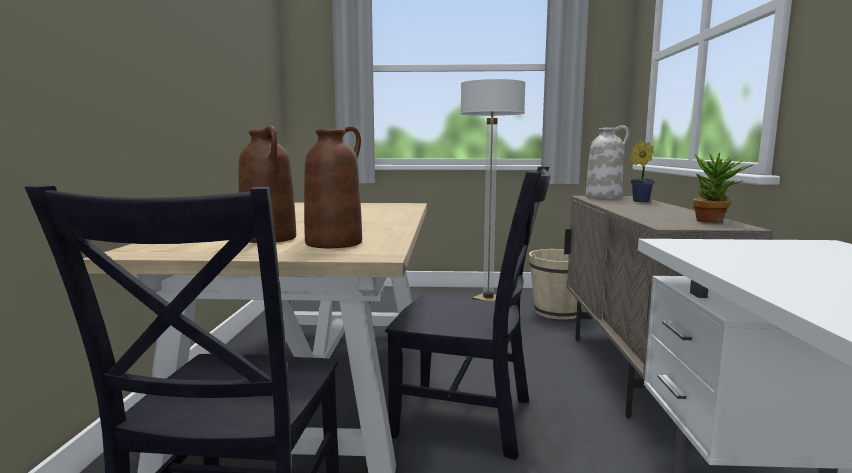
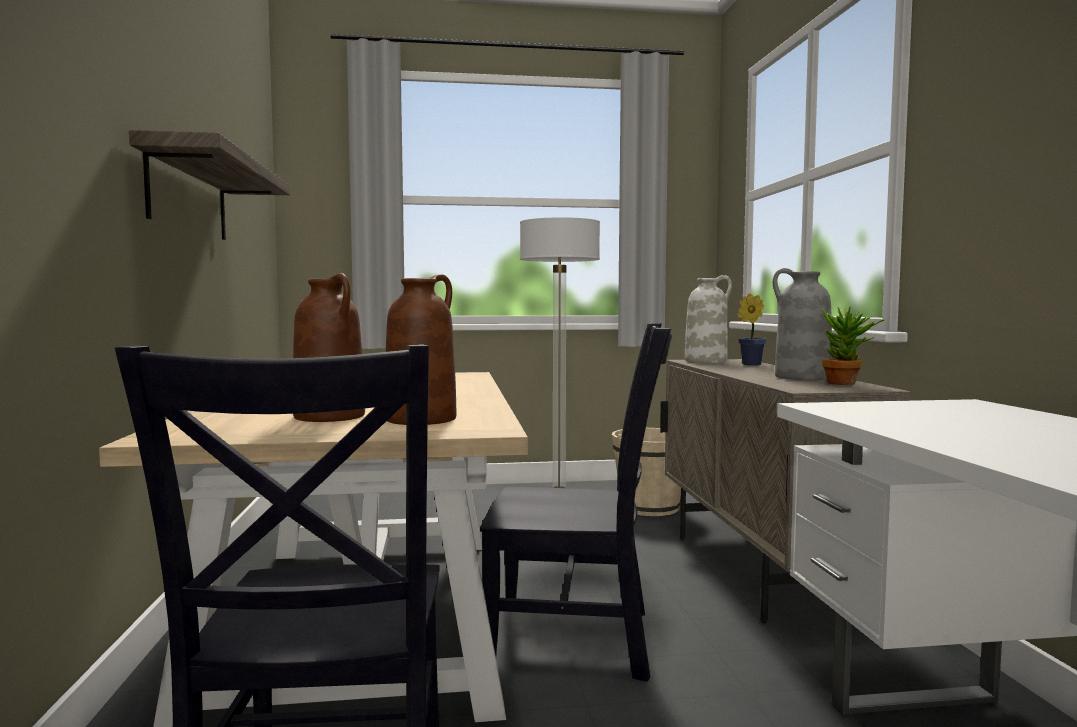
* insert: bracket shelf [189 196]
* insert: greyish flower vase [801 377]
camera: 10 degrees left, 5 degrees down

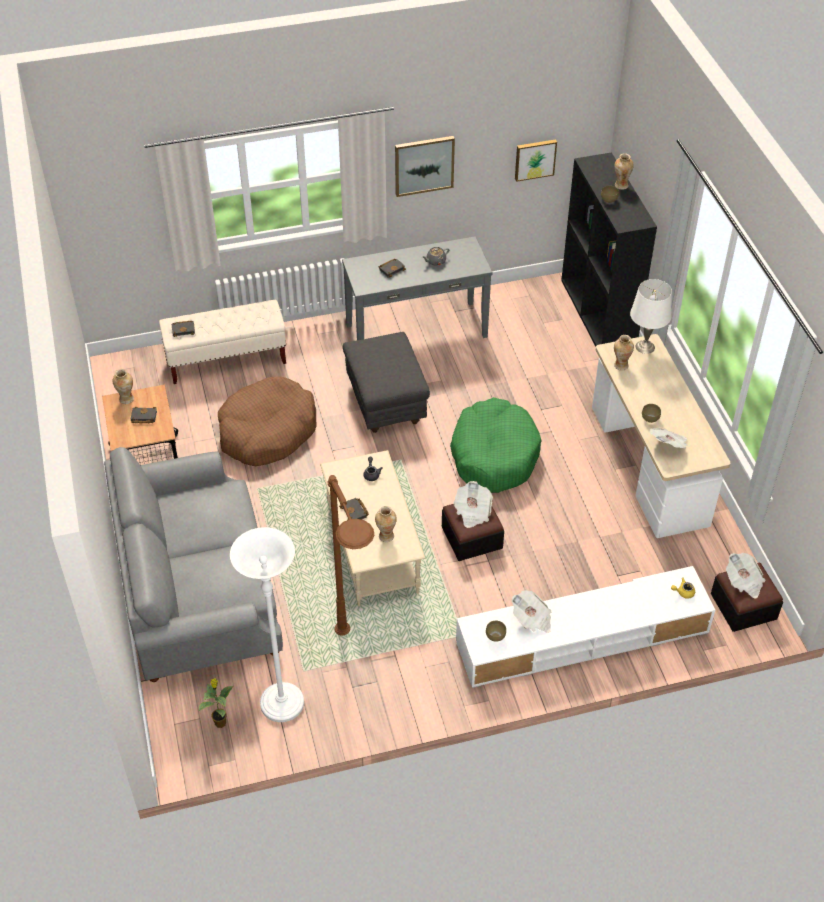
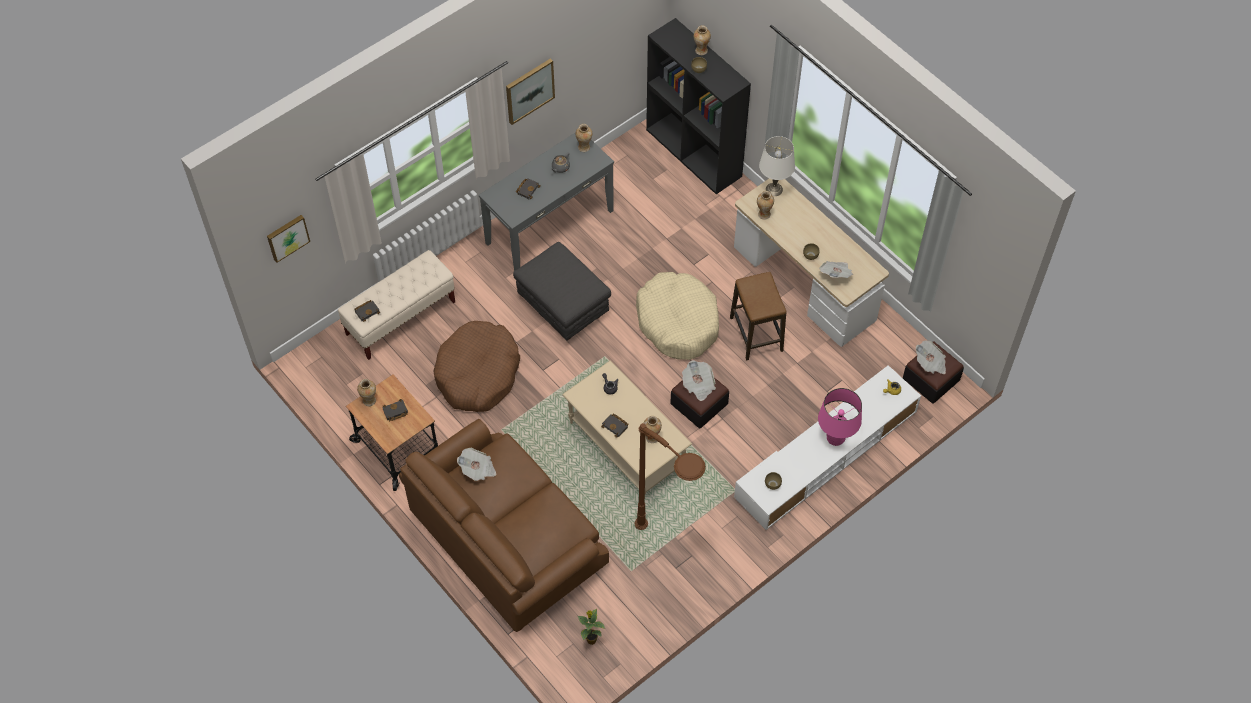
* move: picture [535 159] to [287 237]
* recolor: greyish couch [198 591] to brown couch [507 540]
* move: printed paper [532 619] to [478 470]
* insert: flower vase [584 147]
* recolor: green-coloured pet bed [494 455] to beige-coloured pet bed [678 322]
* insert: stool [756 334]
* insert: pinkish table lamp [835 438]
* delete: white-coloured standard lamp [282 704]
camera: 25 degrees left, 10 degrees up

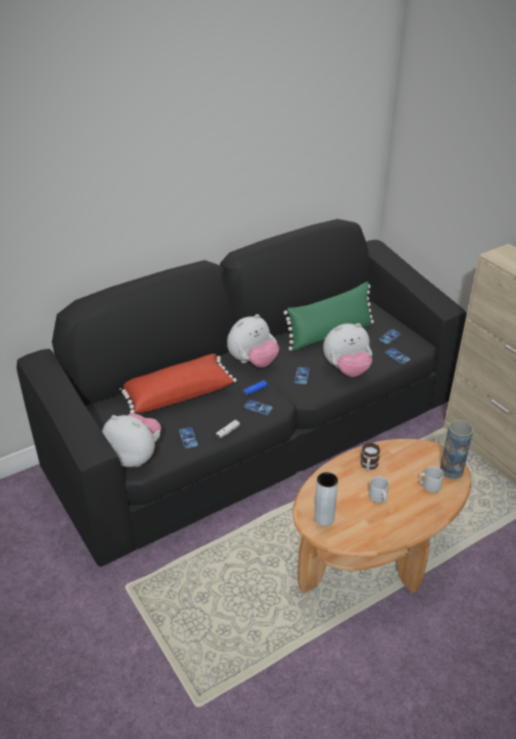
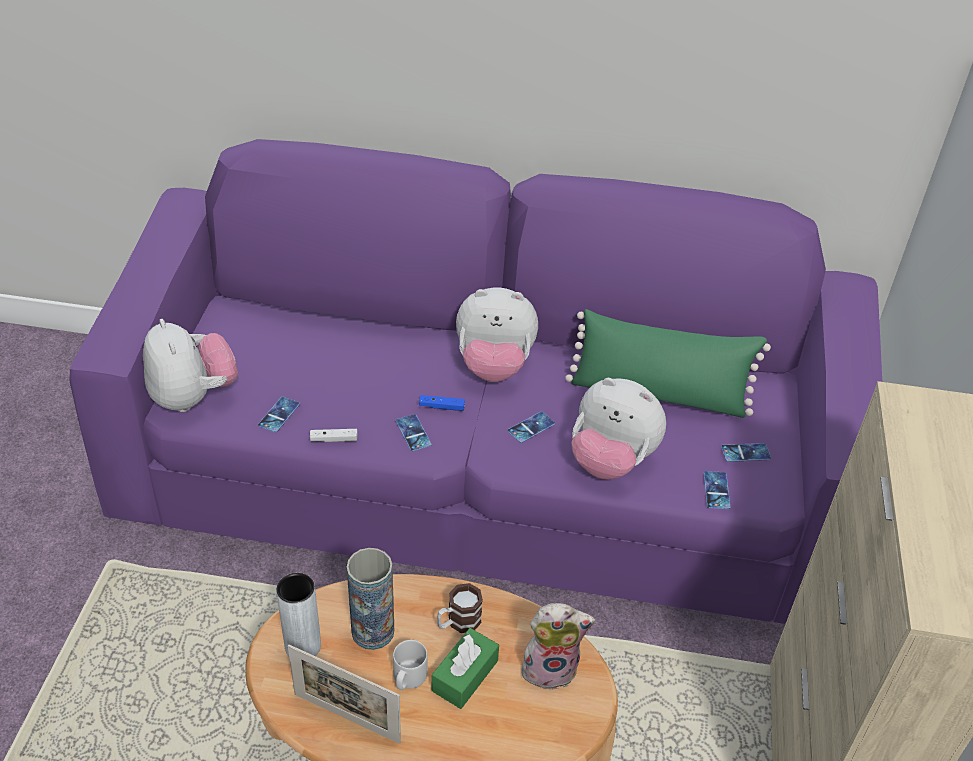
* recolor: black-coloured couch [258 434] to purple-coloured couch [483 484]
* insert: photo frame [347 718]
* move: flower vase [451 470] to [373 631]
* insert: green-coloured box of tissues [465 675]
* insert: soft toy [551 668]
* delete: red throw pillow [177 393]
* delete: greyish tea mug [429 486]
camera: 40 degrees right, 5 degrees up

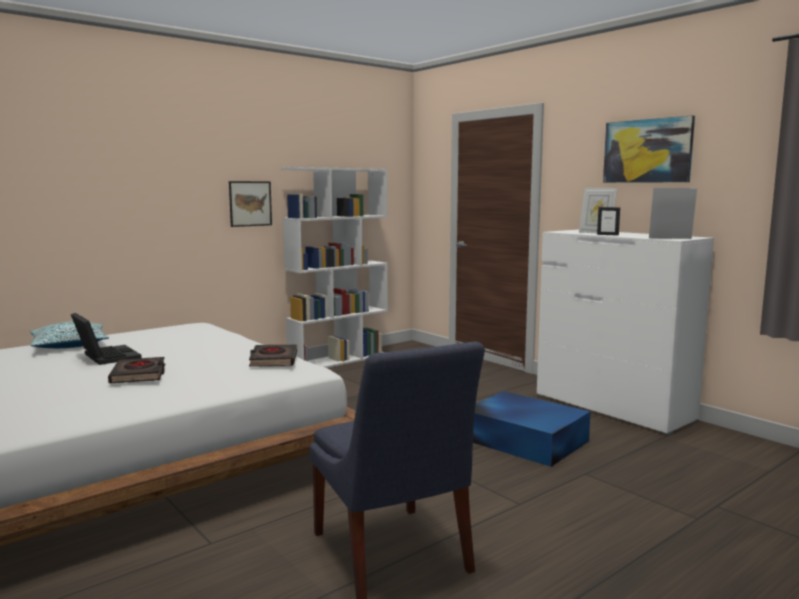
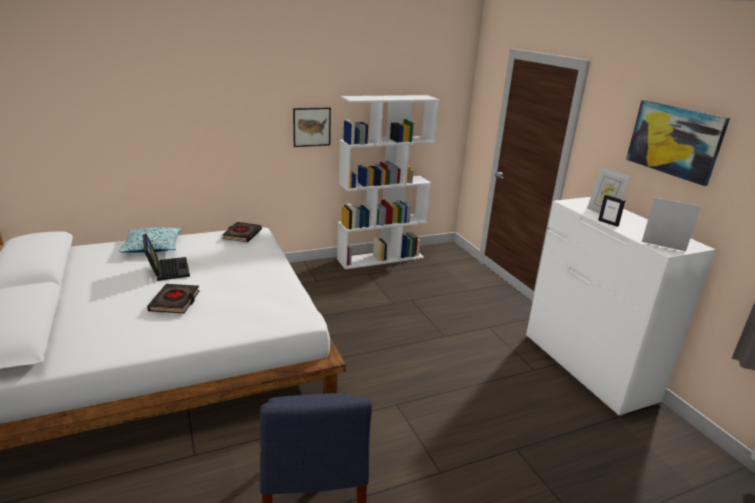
* move: black-coloured volume [273 360] to [242 235]
* delete: blue-coloured storage box [523 439]
camera: 15 degrees right, 15 degrees up

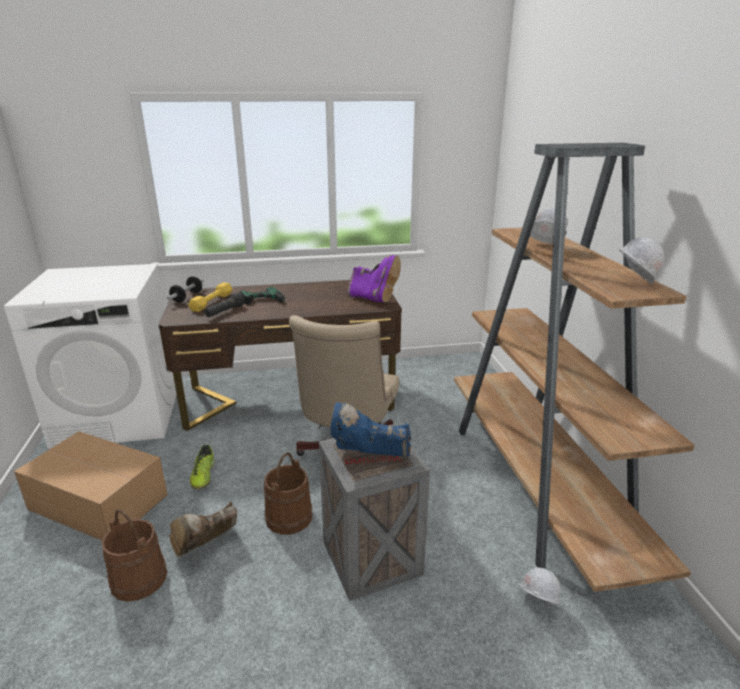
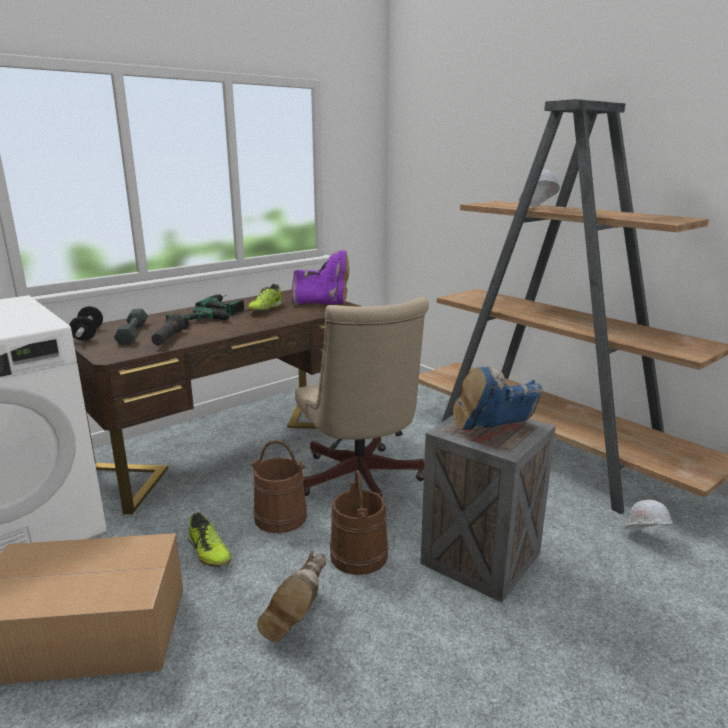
* recolor: yellow free weight [211 302] to greyish free weight [132 333]
* insert: power drill [227 306]
* insert: item of footwear [265 309]
* move: brown water bucket [138 579] to [280 517]
* delete: white-coloured work helmet [633 284]
camera: 30 degrees left, 5 degrees down

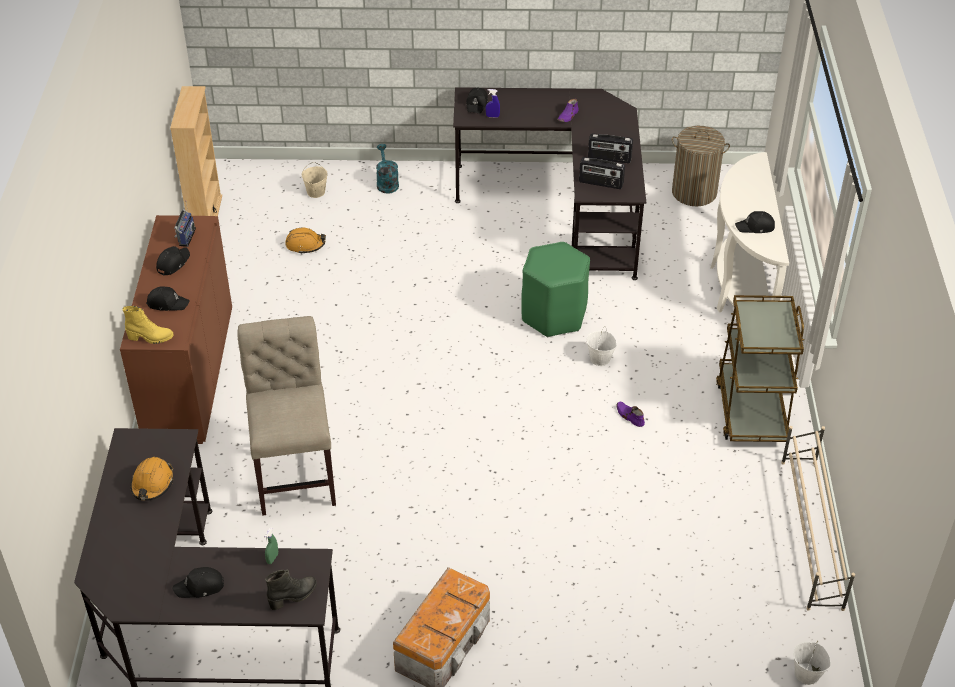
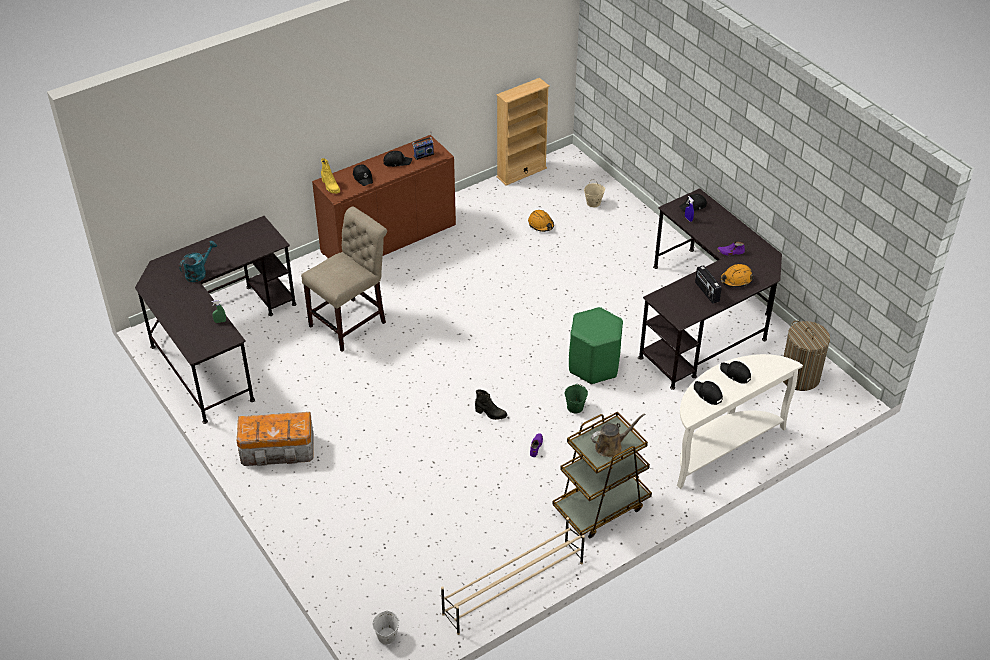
* move: turquoise-coloured sprinkling can [386 183] to [199 272]
* move: black-coloured tall boot [293 596] to [490 414]
* recolor: white-coloured water bucket [600 359] to green-coloured water bucket [575 407]
* insert: brown sprinkling can [611 446]
* move: orange-coloured work helmet [152 484] to [735 279]
* move: black-coloured cap [200 587] to [735 374]
* delete: radio [601 183]
camera: 55 degrees right, 0 degrees up

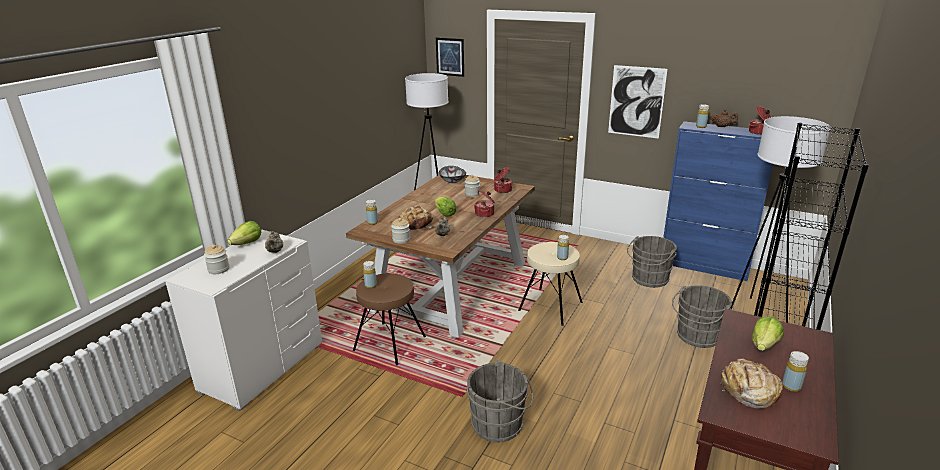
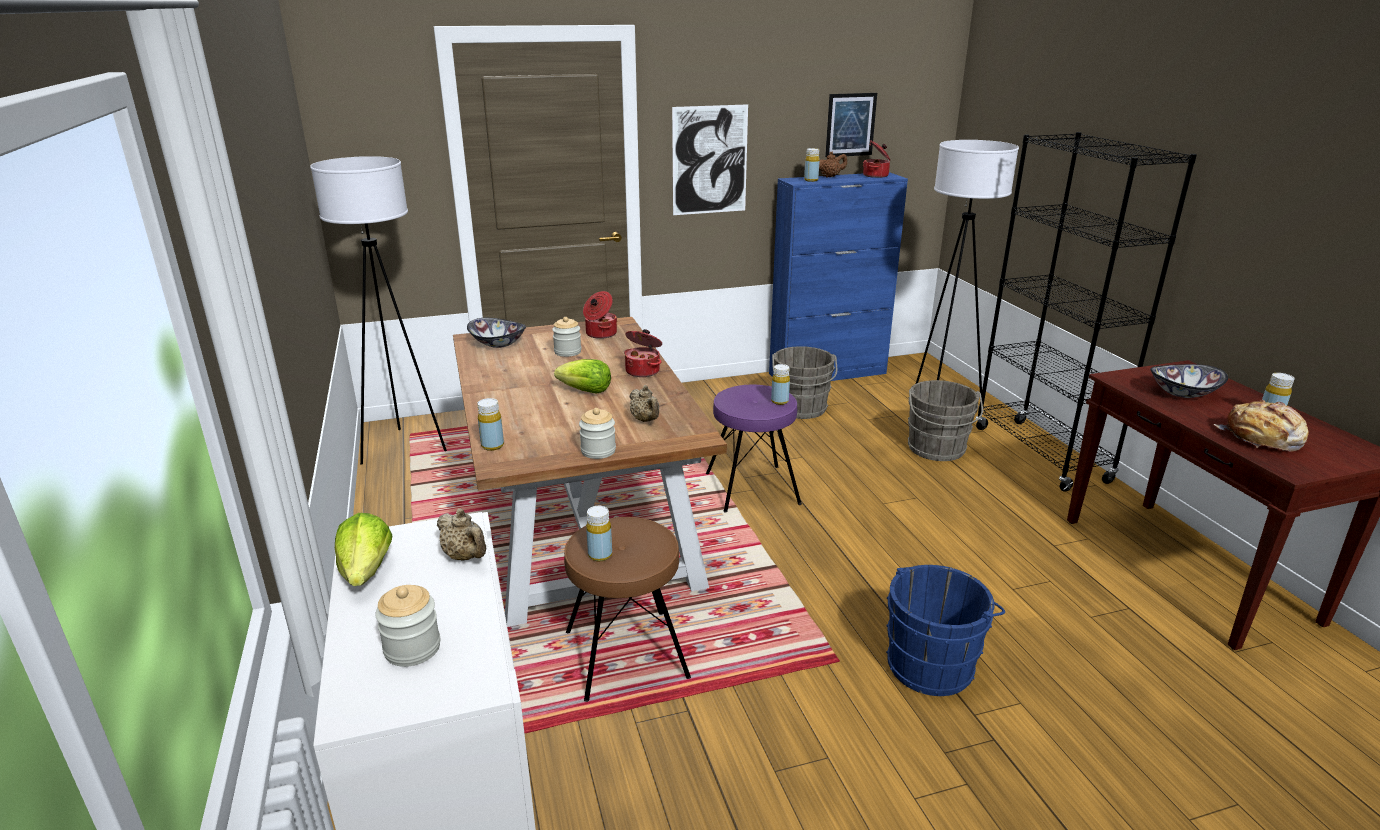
* recolor: beige-coloured stool [551 306] to purple-coloured stool [752 488]
* move: picture [450 57] to [850 125]
* recolor: greyish water bucket [500 424] to blue-coloured water bucket [933 664]
* replace: lettuce [764 345] to deep dish [1182 393]
* delete: bakery bread [416 224]
camera: 45 degrees left, 0 degrees up

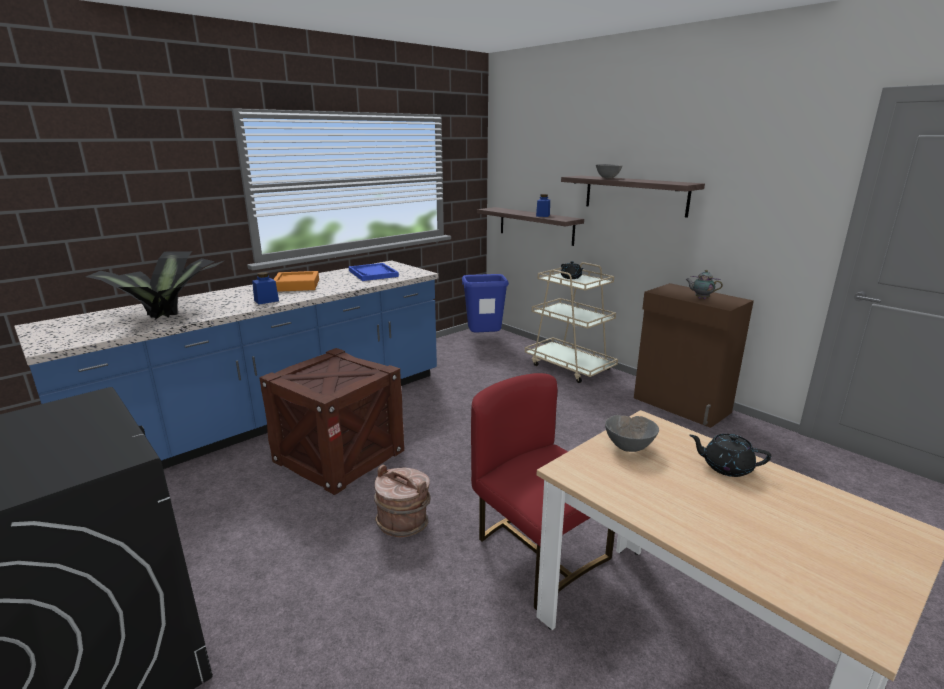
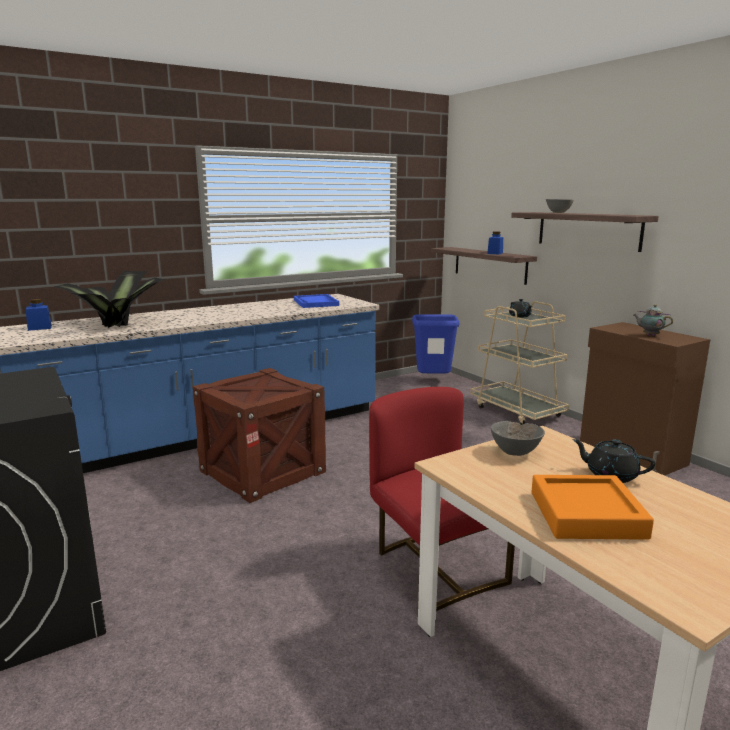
* move: blue-coloured jar [266 301] to [40 328]
* move: orange-coloured tray [296 285] to [586 514]
* delete: brown water bucket [403 522]
camera: 10 degrees right, 5 degrees down

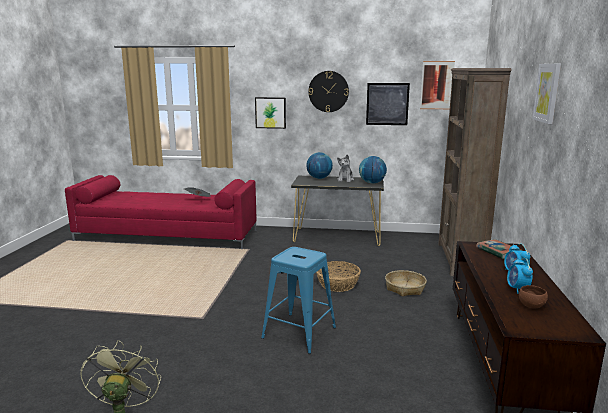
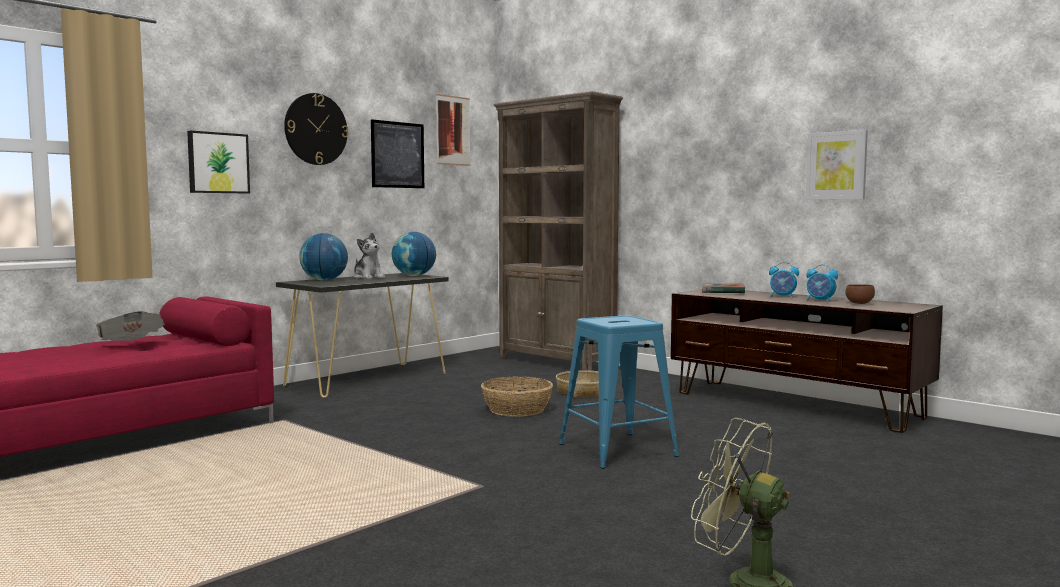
* move: picture [547 93] to [836 165]
camera: 55 degrees left, 10 degrees down

